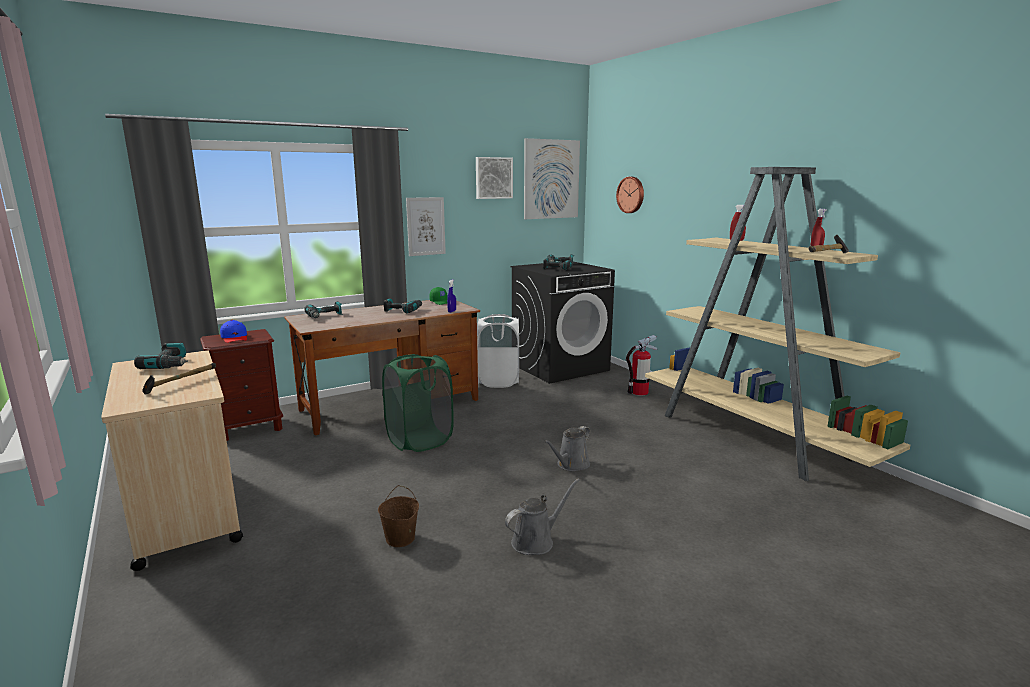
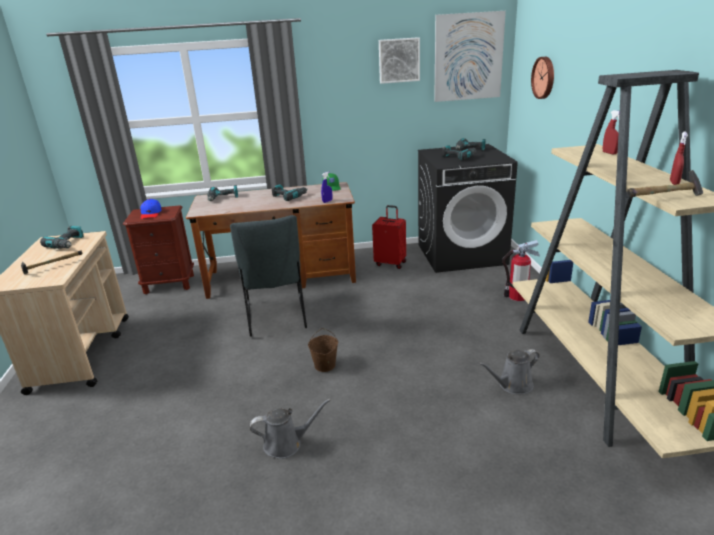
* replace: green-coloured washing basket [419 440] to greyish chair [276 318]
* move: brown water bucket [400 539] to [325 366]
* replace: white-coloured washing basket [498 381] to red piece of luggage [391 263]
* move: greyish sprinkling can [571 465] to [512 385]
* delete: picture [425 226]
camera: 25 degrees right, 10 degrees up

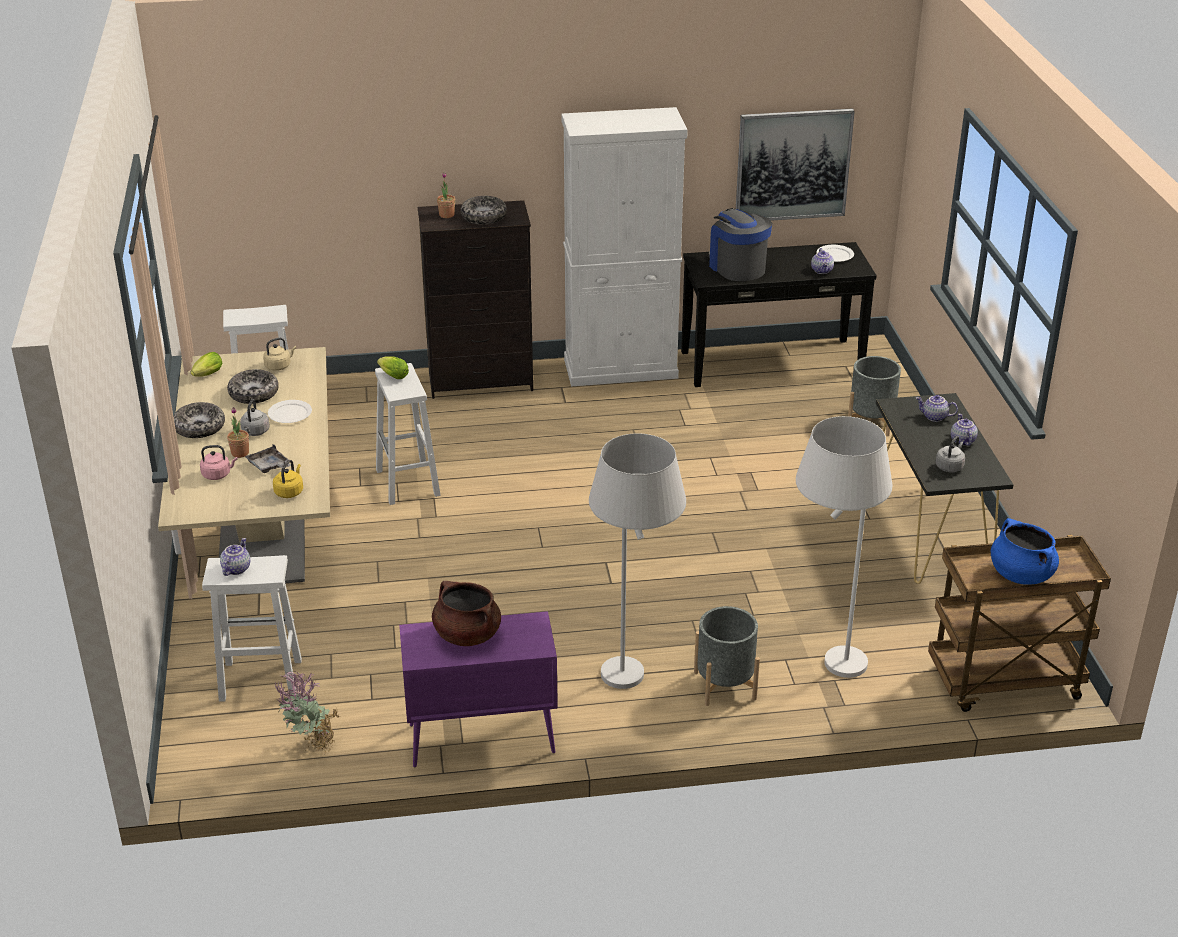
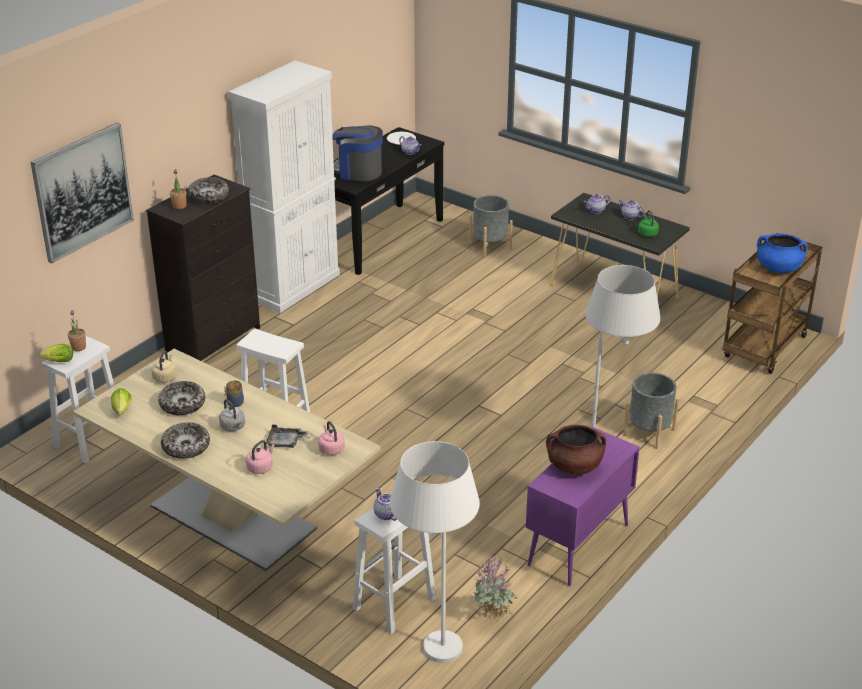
* move: picture [793 165] to [82 191]
* move: lettuce [392 375] to [57 362]
* move: houseplant [240 453] to [78 347]
* replace: white-coloured plate [289 414] to jar [234 403]
* recolor: yellow tea kettle [290 491] to pinkish tea kettle [331 449]
* move: white-coloured standard lamp [824 669] to [434 663]
* recolor: greyish tea kettle [950 466] to green-coloured tea kettle [647 233]
camera: 45 degrees left, 0 degrees up

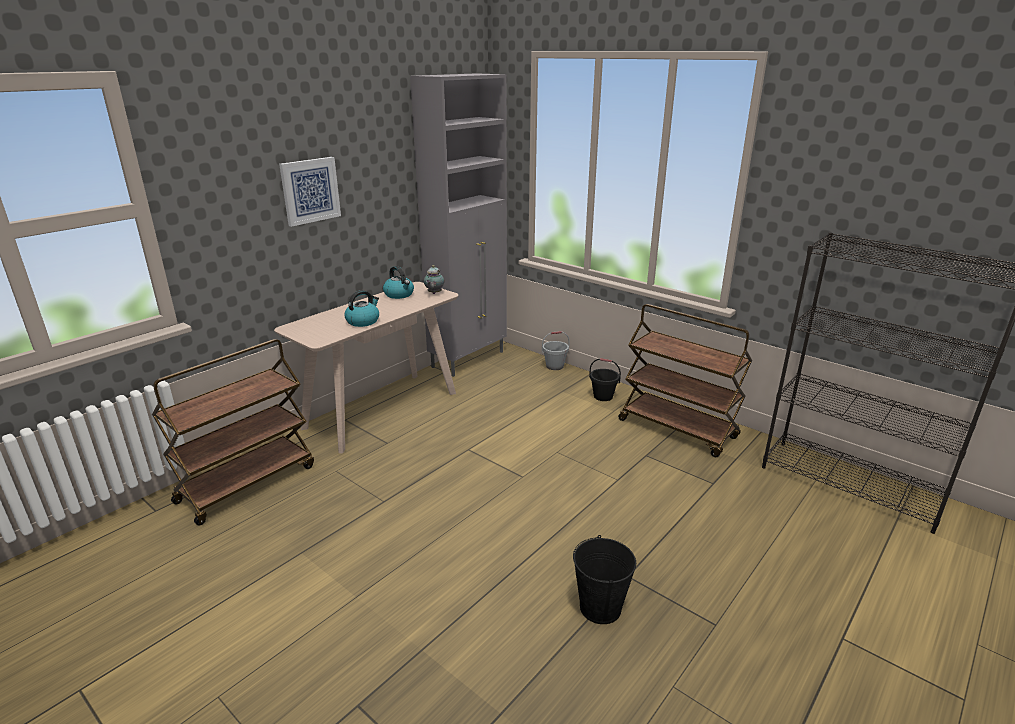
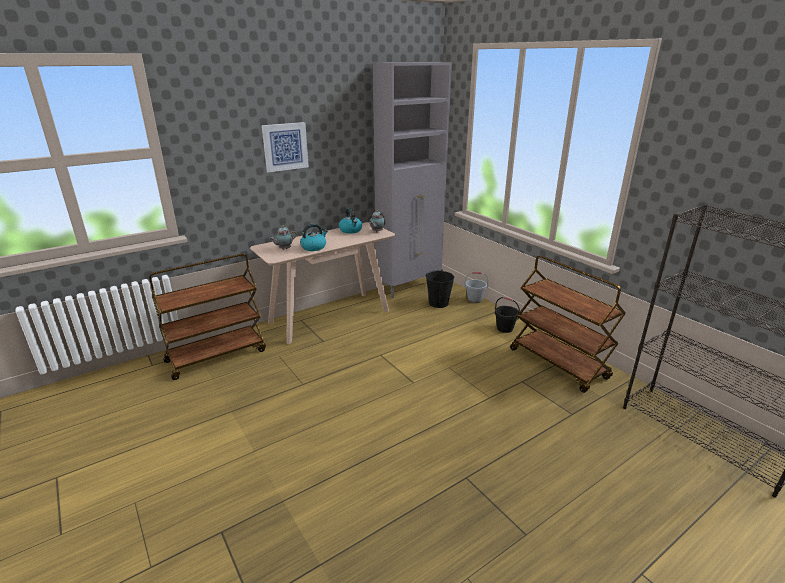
* insert: tea pot [284 249]
* move: black-coloured water bucket [600 607] to [439 303]
camera: 15 degrees right, 0 degrees up

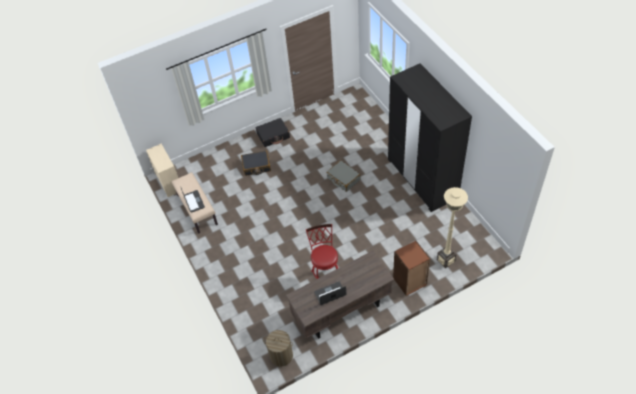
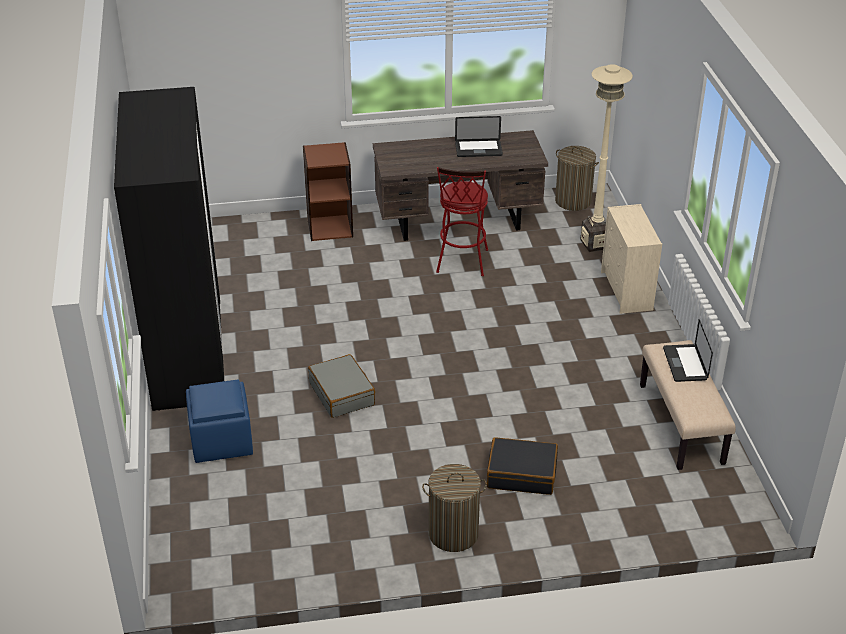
* insert: blue-coloured ottoman [222 441]
* replace: black-coloured piece of luggage [273 136] to washing basket [453 534]
* move: beige-coloured standard lamp [445 260] to [595 244]
* move: beige-coloured dresser [168 182] to [626 291]
camera: 165 degrees left, 15 degrees down

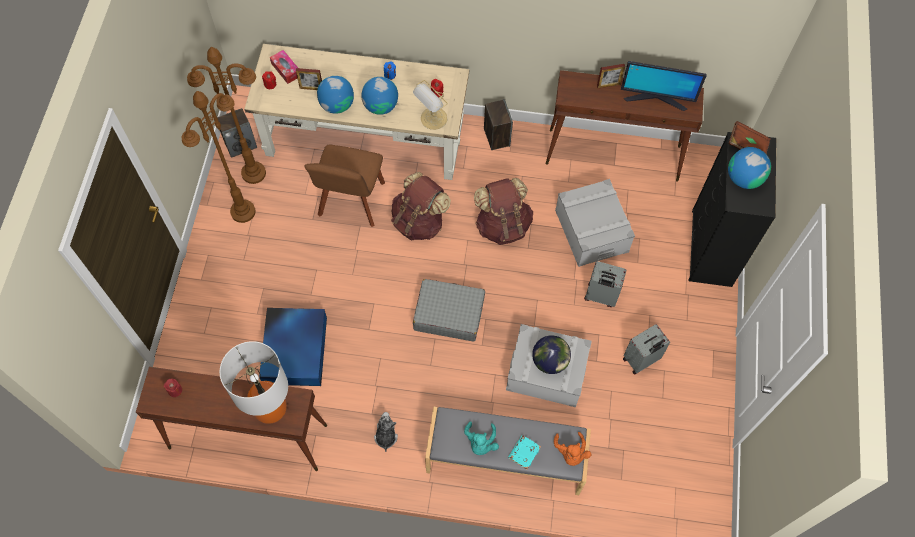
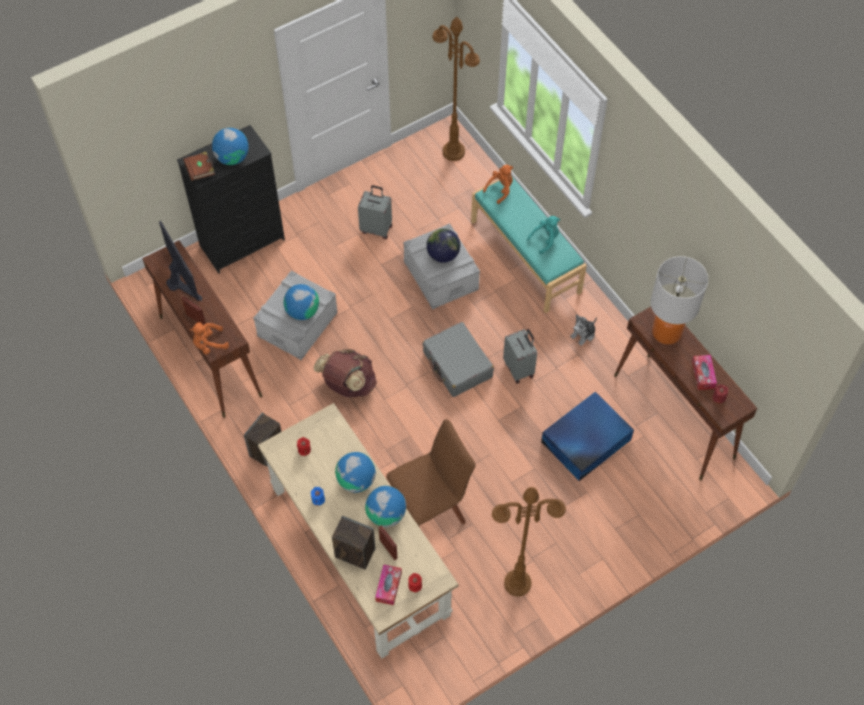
* insert: orange-coloured soft toy [209 344]
* insert: desk globe [302 311]
* move: audio speaker [241 145] to [354 553]
* move: brown standard lamp [254 173] to [453 152]
* recolor: greyish bench [505 459] to turquoise-coloured bench [526 256]
* move: greyish piece of luggage [600 296] to [519 369]
* insert: box of tissues [703 375]
* delete: brown backpack [419 221]
* delete: table lamp [432 119]
* delete: turquoise-coloured volume [524 452]
camera: 130 degrees left, 5 degrees down

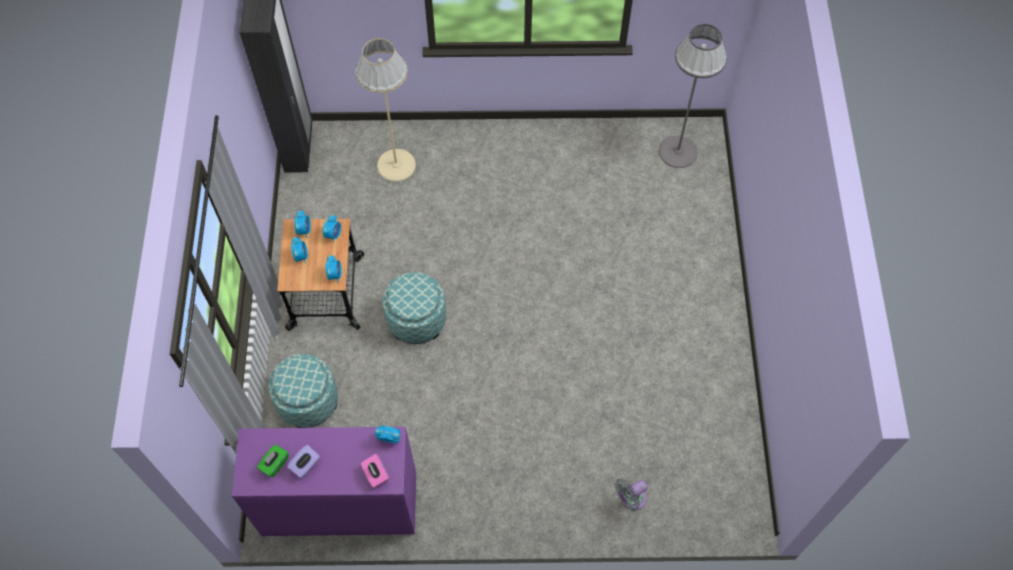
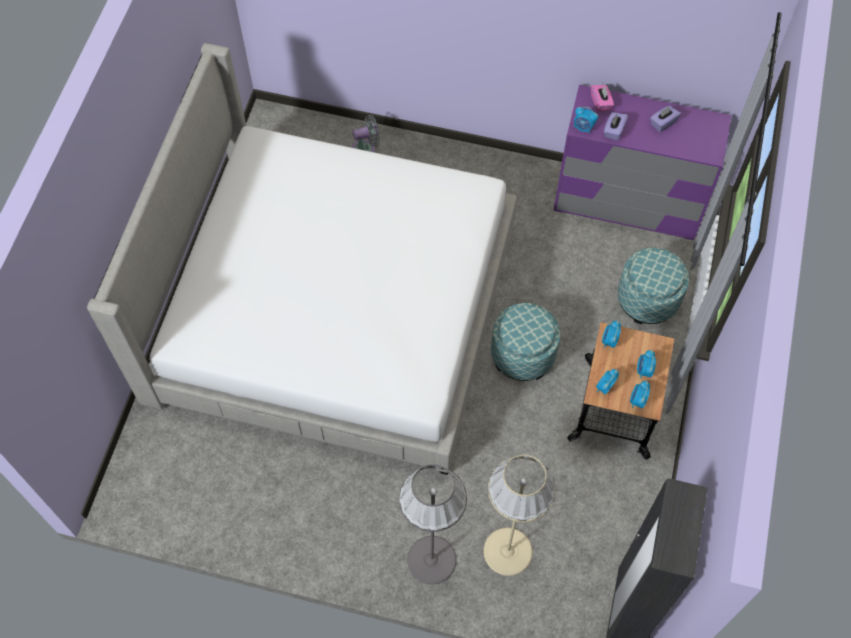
* insert: bedroom bed [333 311]
* move: greyish standard lamp [677 152] to [432 559]
* insert: purple-coloured box of tissues [613 131]
* delete: green-coloured box of tissues [274 464]
camera: 165 degrees left, 0 degrees up

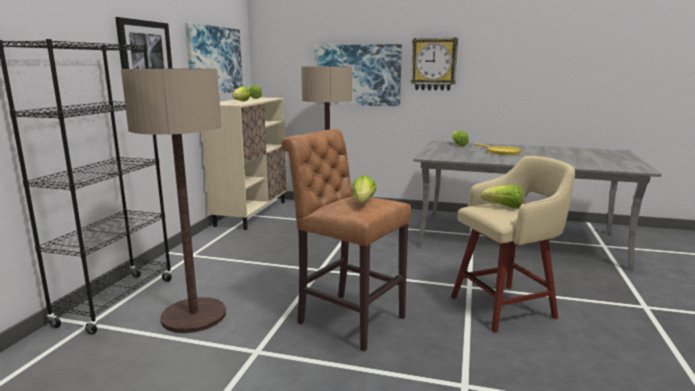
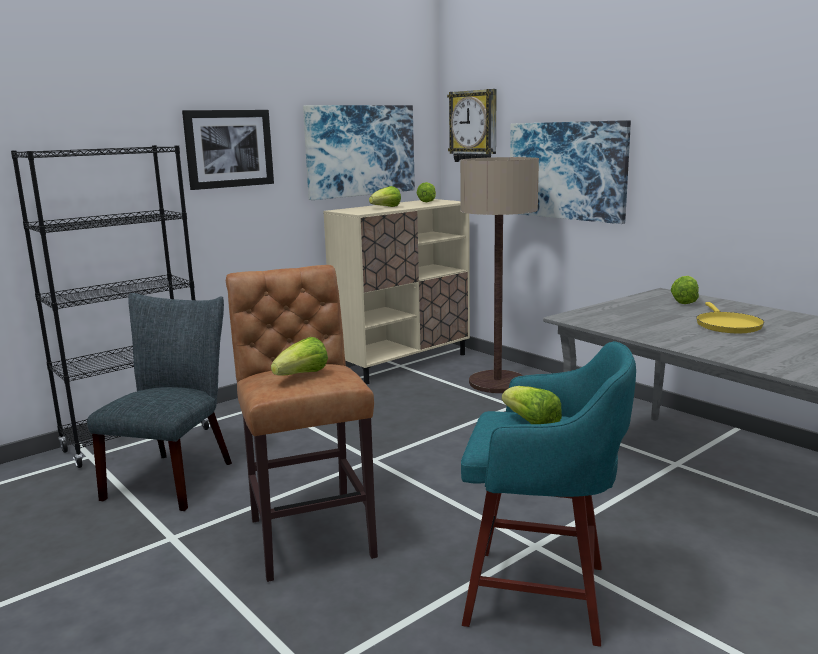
* replace: standard lamp [194 316] to greyish chair [175 477]
* move: hanging clock [434 64] to [474 126]
* recolor: beige-coloured stool [505 307] to turquoise-coloured stool [542 595]
camera: 35 degrees right, 0 degrees up

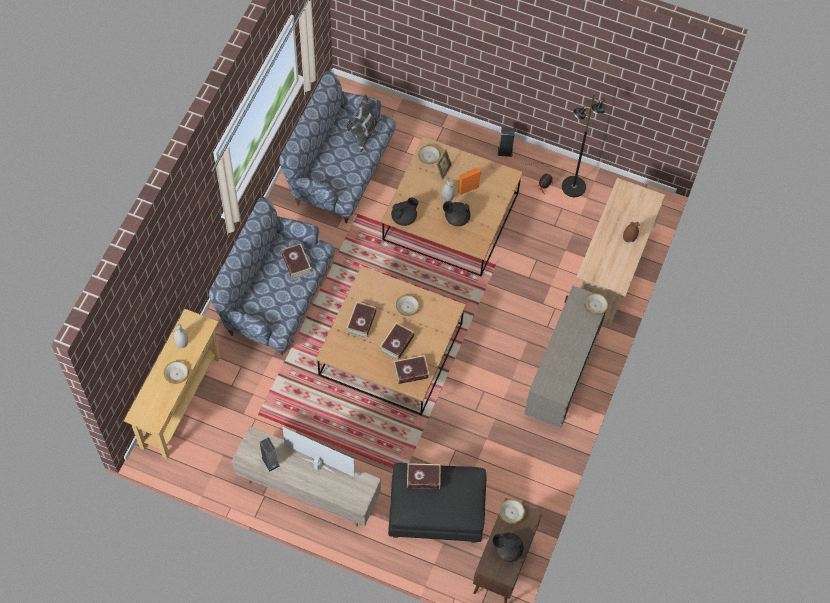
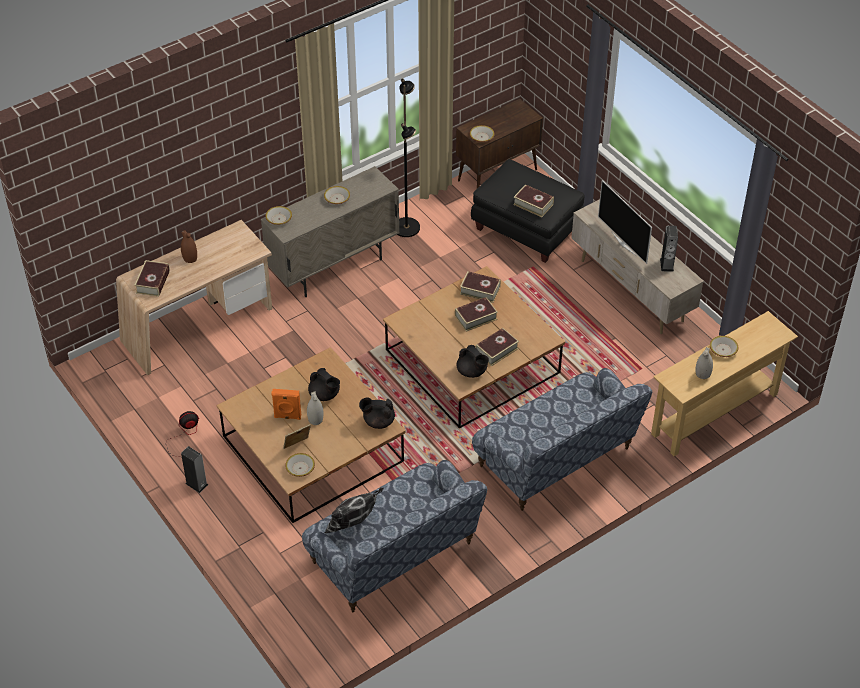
* move: volume [296 263] to [153 282]
* move: deep dish [407 307] to [337 198]
* move: black-coloured standard lamp [573 187] to [407 227]
* move: black-coloured tea pot [507 550] to [472 371]
camera: 145 degrees left, 15 degrees down

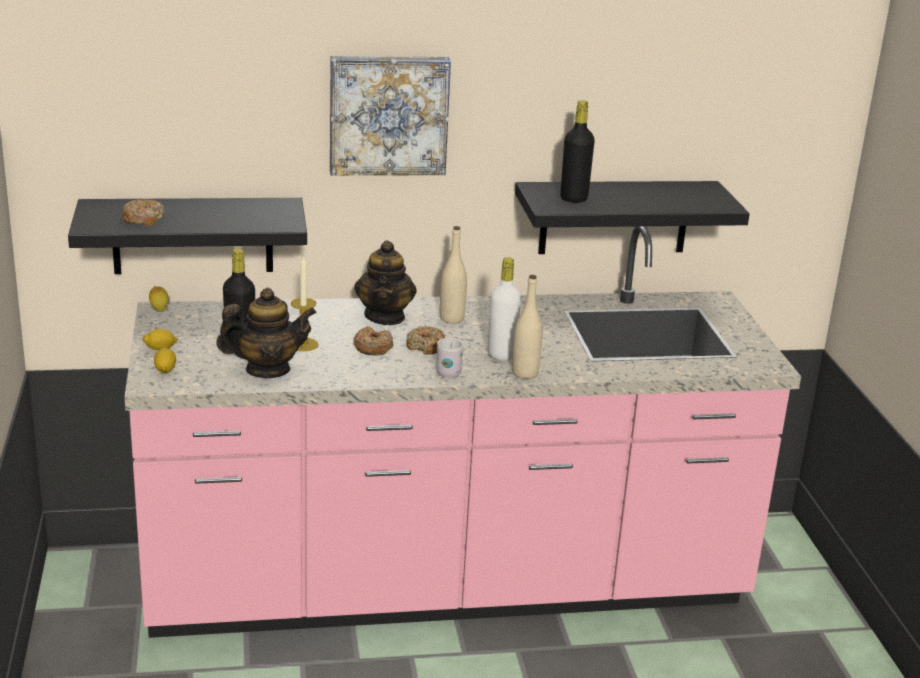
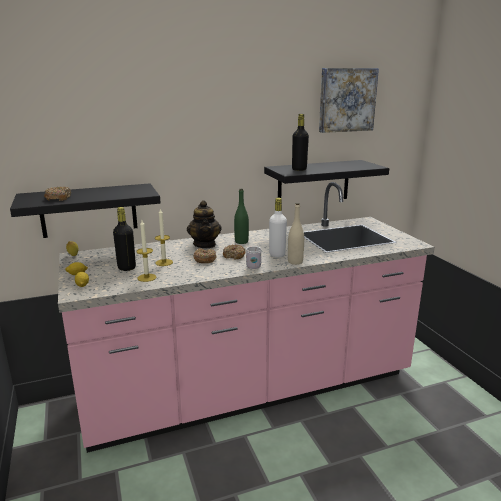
* replace: tea pot [267 370] to wax light [147 277]
* recolor: beige-coloured bottle [452 319] to green-coloured bottle [241 242]
* move: picture [388 114] to [346 100]
camera: 10 degrees left, 5 degrees down

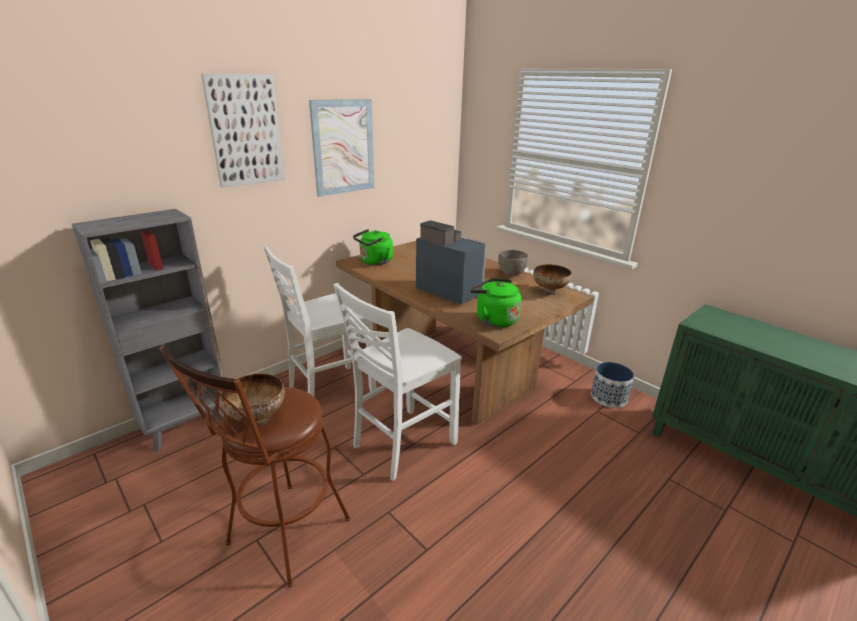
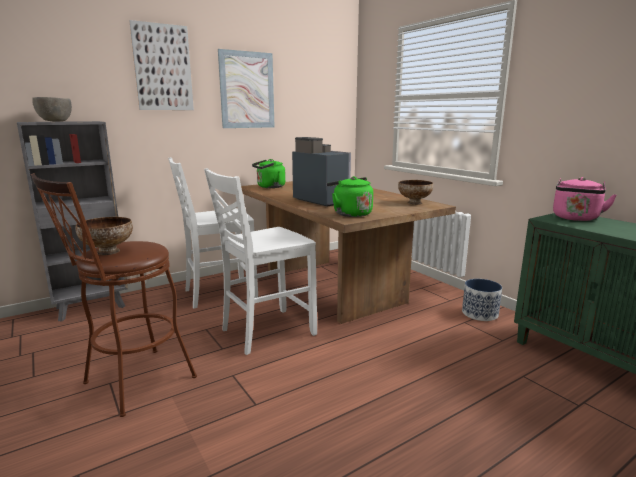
* move: greyish deep dish [511 273] to [55 121]
* insert: pinkish tea kettle [576 218]
camera: 10 degrees right, 10 degrees down

